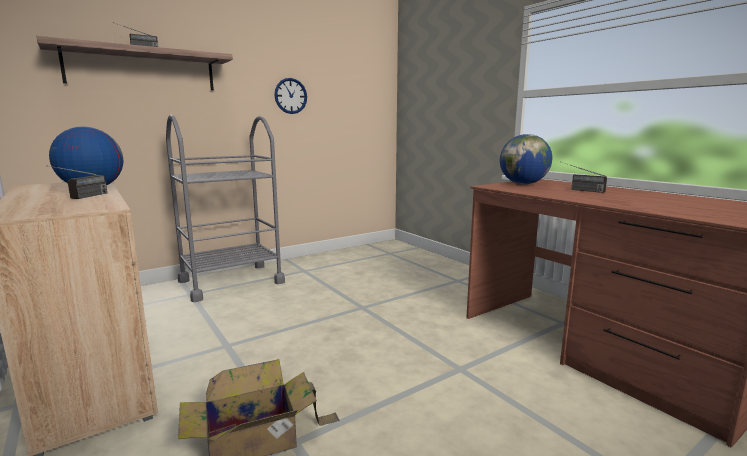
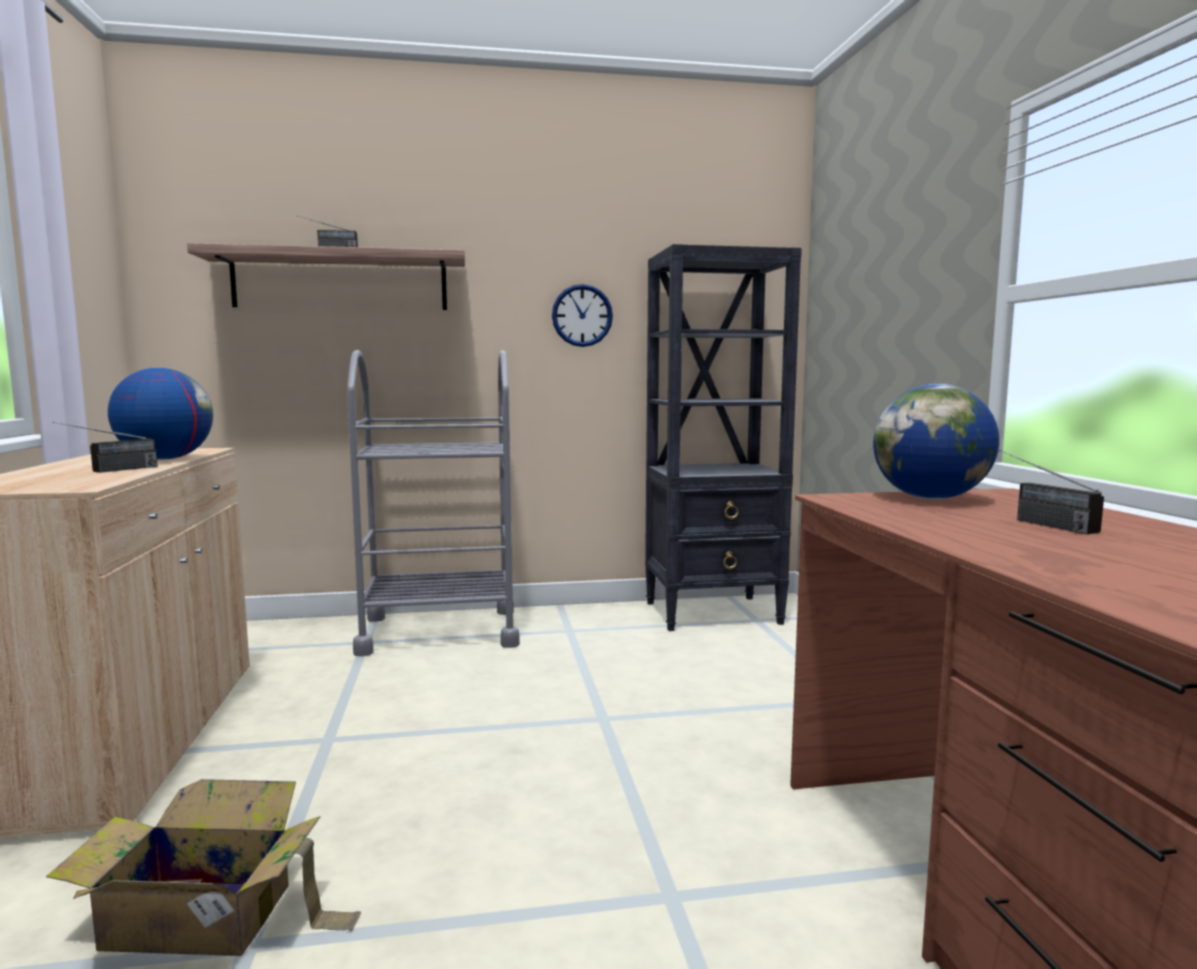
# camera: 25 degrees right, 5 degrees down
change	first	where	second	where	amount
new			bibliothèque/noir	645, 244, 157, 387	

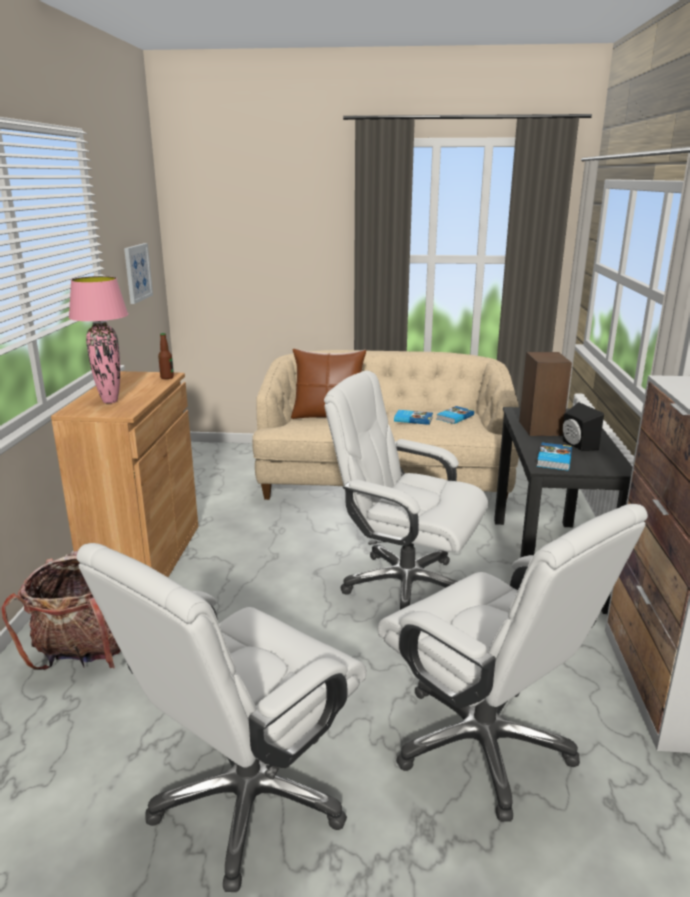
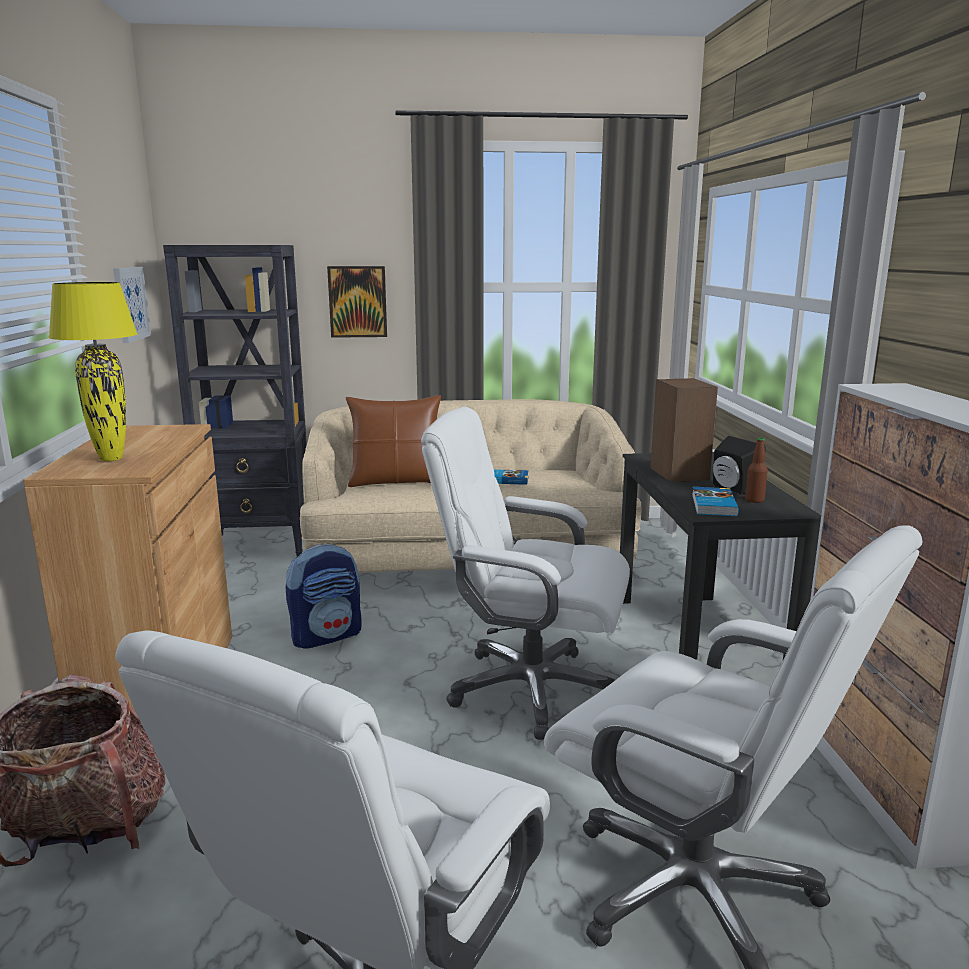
# camera: 10 degrees left, 5 degrees down
change	first	where	second	where	amount
repainted	lampe de table/rose	69, 276, 59, 127	lampe de table/jaune	48, 282, 89, 179	
shifted	bouteille	158, 333, 16, 46		745, 438, 23, 65	
gone	livre	436, 406, 38, 18			
new			bibliothèque/noir	163, 245, 144, 312	
new			sac à dos	286, 543, 76, 106	
new			tableau	327, 266, 60, 72	

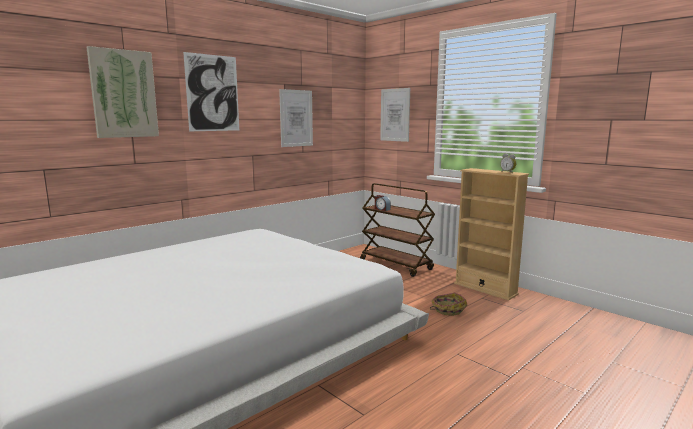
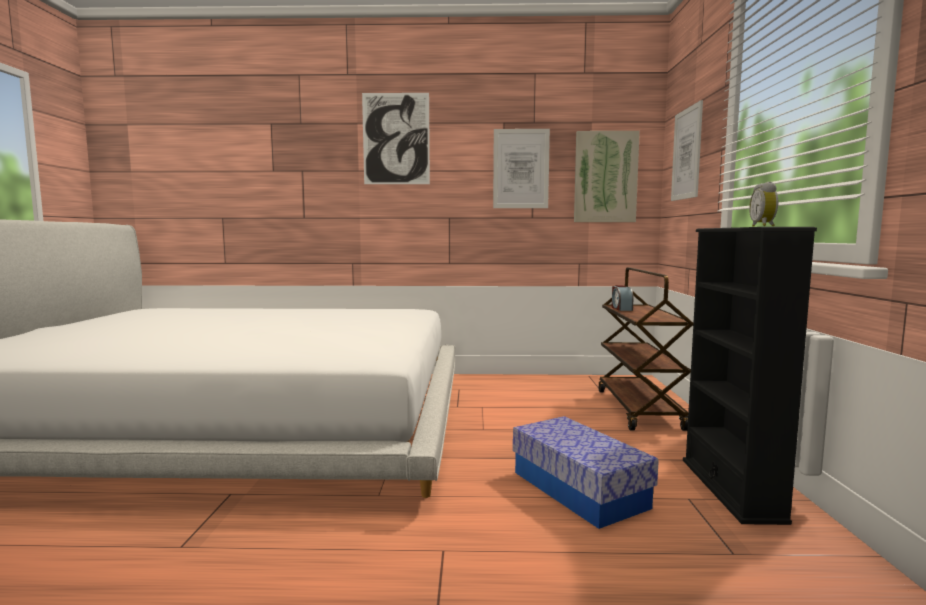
# camera: 45 degrees right, 5 degrees down
change	first	where	second	where	amount
shifted	tableau	87, 46, 72, 92		574, 131, 66, 91	
swapped	panier	430, 293, 37, 23	boîte de rangement	513, 416, 146, 113	
repainted	bibliothèque/beige	454, 168, 75, 132	bibliothèque/noir	683, 227, 134, 298	

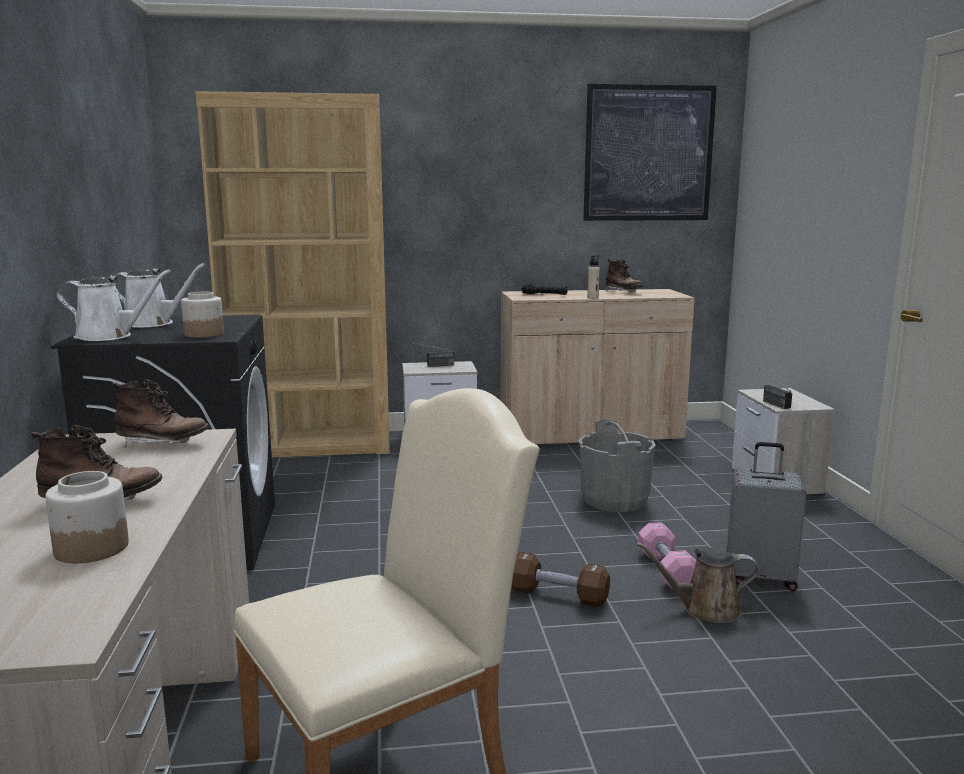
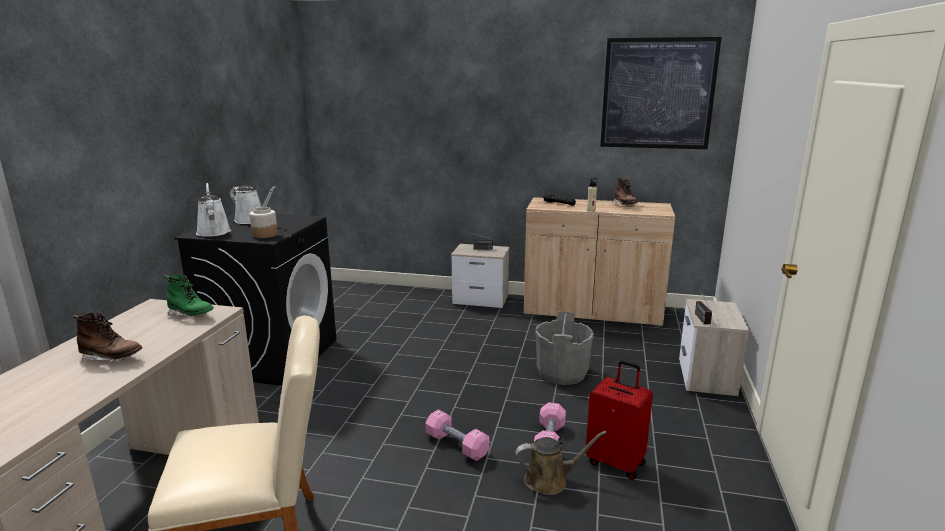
# camera: 20 degrees right, 5 degrees up
change	first	where	second	where	amount
gone	bocal	45, 471, 84, 92			
rotated	arrosoir/blanc	56, 269, 115, 72		196, 183, 35, 54	135 degrees counterclockwise
repainted	botte/marron	112, 379, 97, 68	botte/vert	164, 274, 50, 44	
gone	bibliothèque/marron	196, 91, 194, 366			
repainted	haltère/marron	511, 552, 99, 55	haltère/rose	426, 409, 63, 52	
rotated	arrosoir/marron	636, 542, 123, 81		515, 431, 92, 64	150 degrees clockwise
repainted	valise/gris	727, 442, 79, 149	valise/rouge	586, 360, 67, 120	

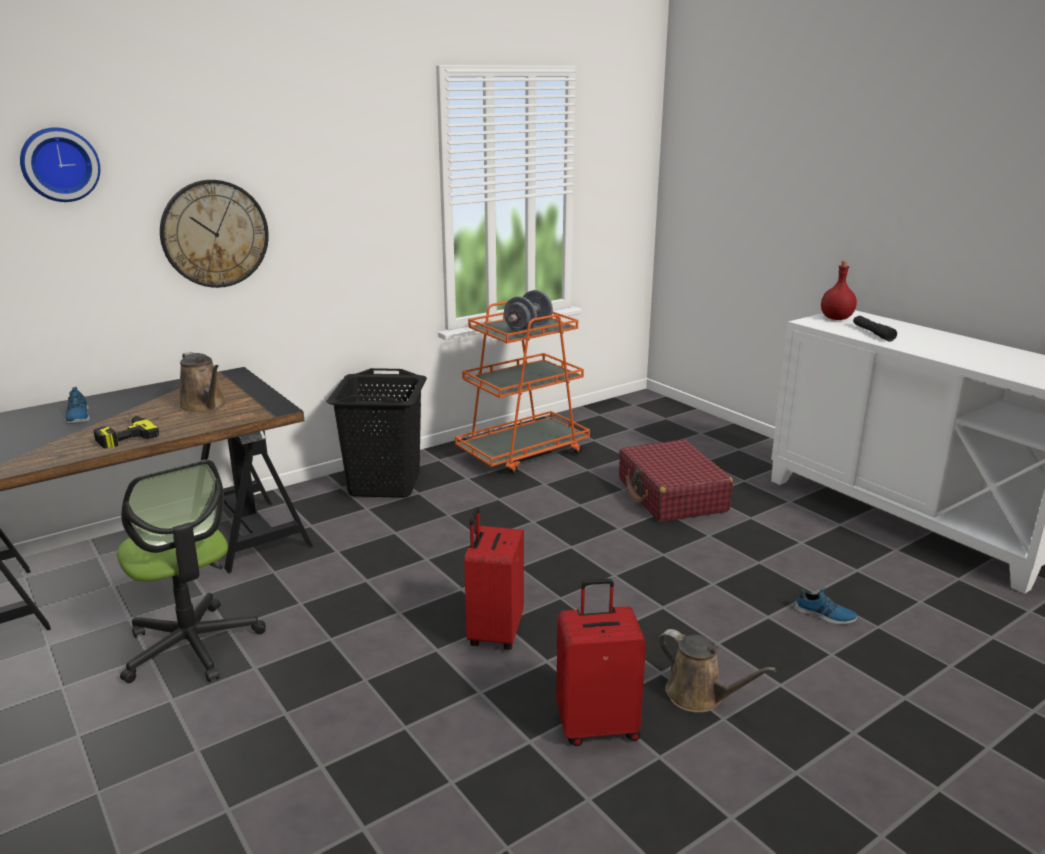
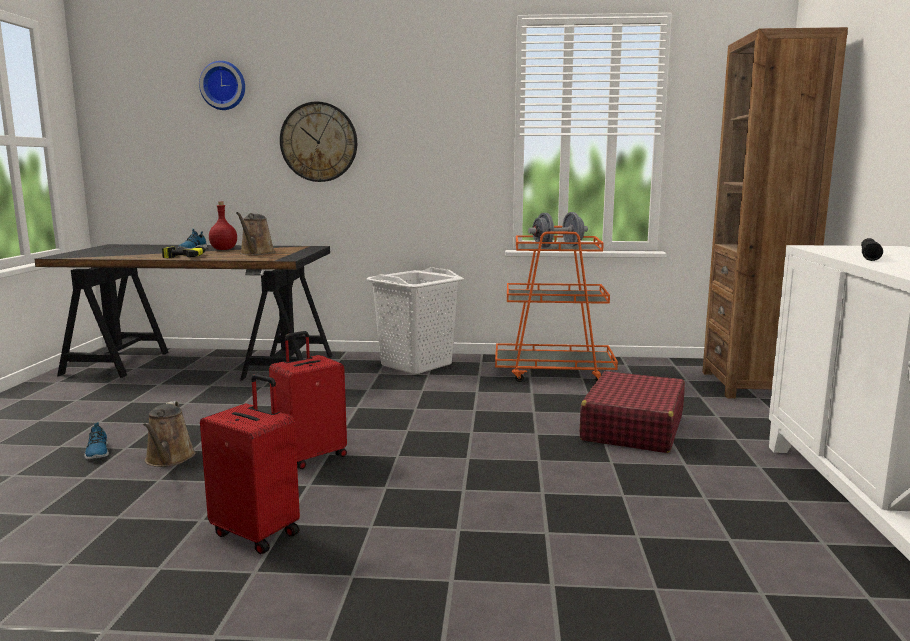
# camera: 40 degrees right, 10 degrees down
change	first	where	second	where	amount
gone	chaise de bureau	117, 460, 149, 223			
repainted	panier à linge/noir	326, 368, 101, 130	panier à linge/blanc	367, 267, 97, 107	
shifted	arrosoir/marron	658, 629, 118, 84		143, 401, 53, 66	
shifted	chaussure	795, 587, 63, 37		84, 422, 25, 37	
shifted	bouteille/rouge	821, 261, 36, 59		209, 201, 28, 49	
new			bibliothèque/marron	702, 27, 146, 372	

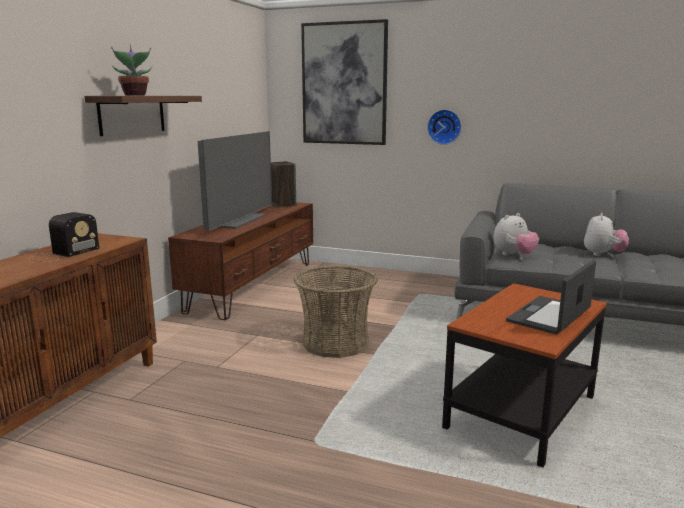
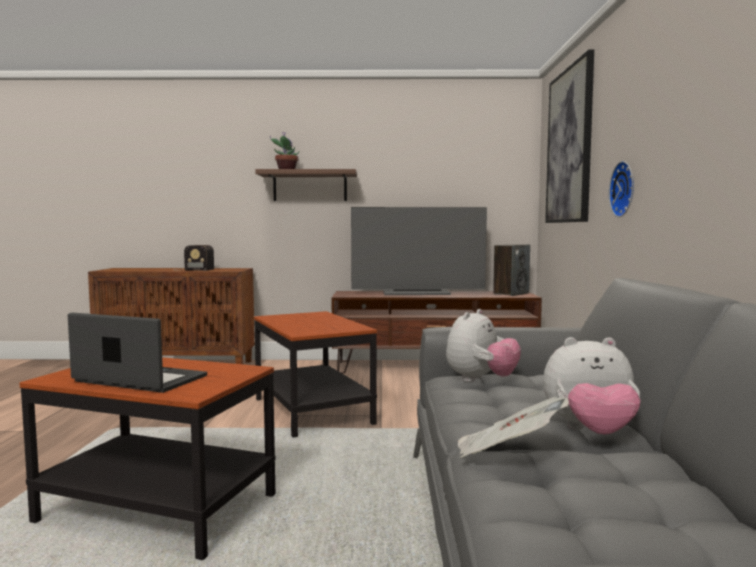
# camera: 70 degrees right, 10 degrees down
change	first	where	second	where	amount
swapped	panier	294, 265, 84, 93	table d'appoint	254, 311, 123, 127	
rotated	peluche	493, 213, 46, 43		446, 309, 75, 73	90 degrees counterclockwise
new			journal	458, 397, 111, 61	

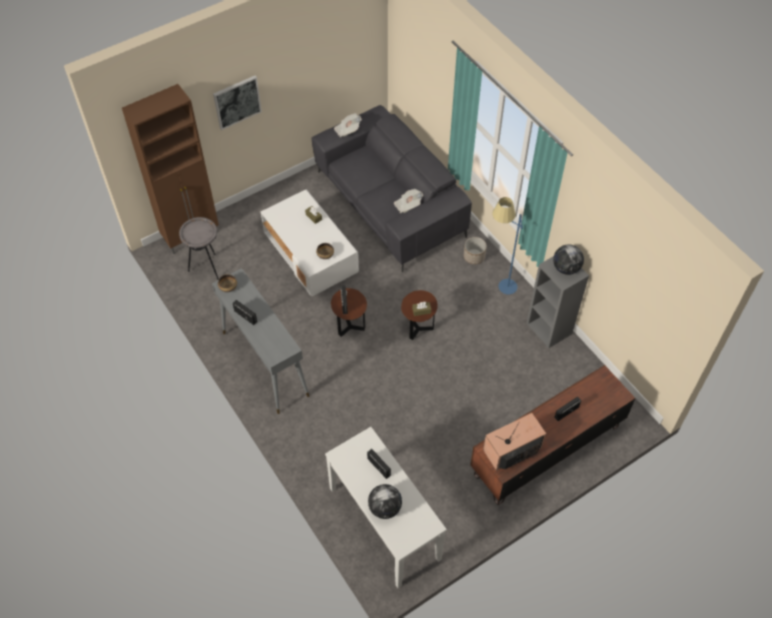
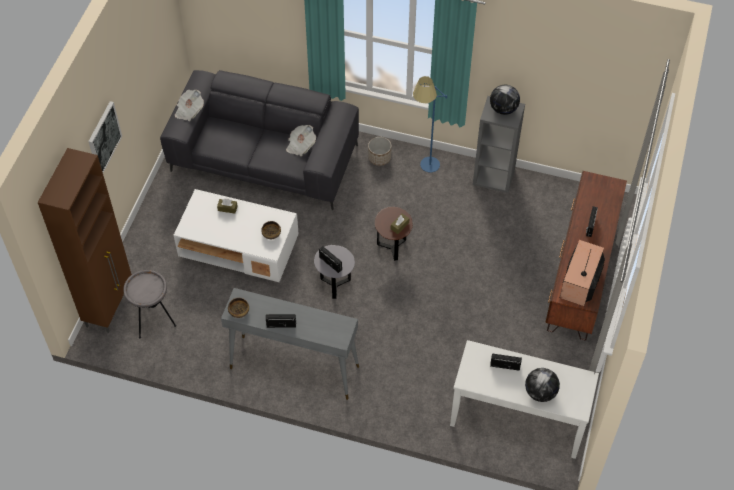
# camera: 40 degrees left, 0 degrees up
change	first	where	second	where	amount
repainted	table d'appoint/marron	331, 288, 36, 49	table d'appoint/gris	314, 245, 41, 54	

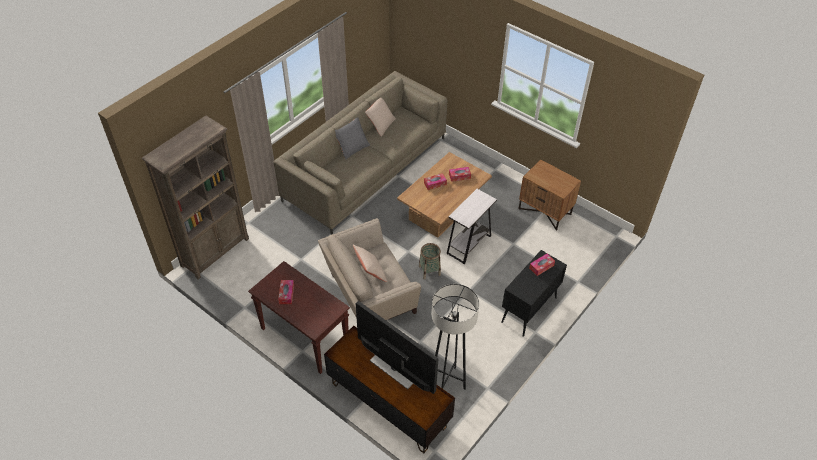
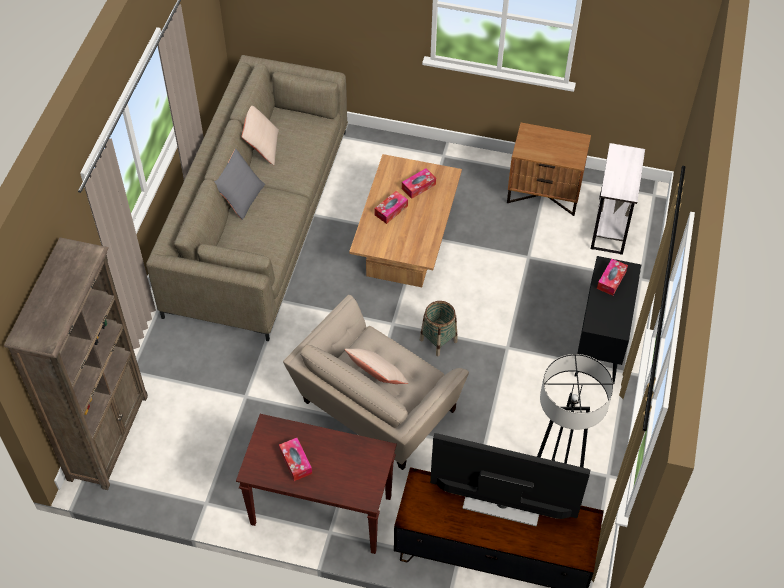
# camera: 25 degrees left, 5 degrees up
change	first	where	second	where	amount
shifted	table d'appoint/blanc	447, 189, 50, 75		591, 143, 54, 112	

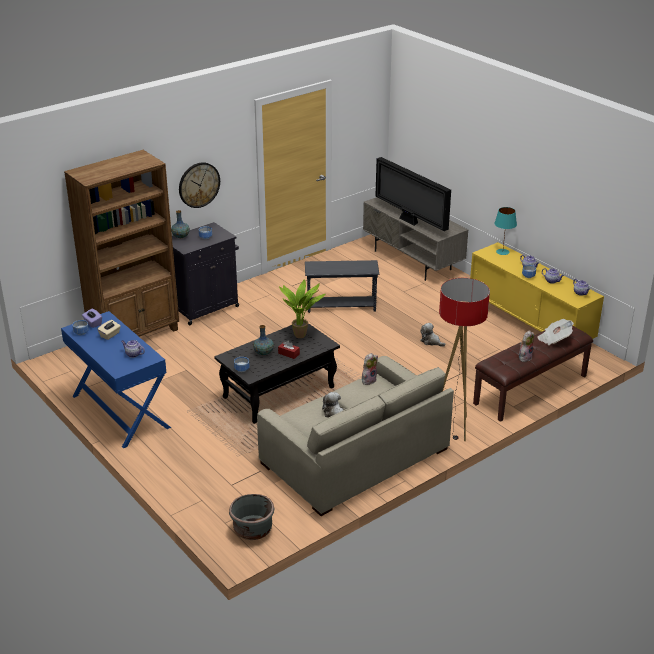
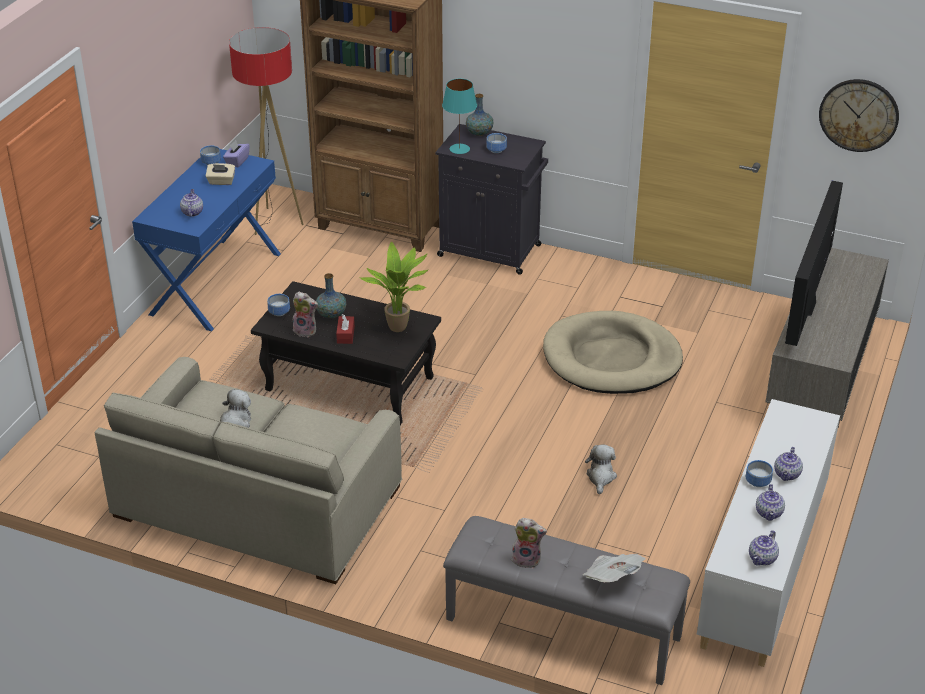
# camera: 60 degrees right, 5 degrees up
change	first	where	second	where	amount
shifted	horloge murale	179, 162, 41, 46		819, 79, 80, 73	
gone	cache-pot/gris	229, 494, 45, 46			
swapped	table d'appoint/gris	305, 260, 74, 53	panier pour chien/beige	543, 311, 140, 83	
shifted	peluche	362, 353, 16, 32		293, 292, 25, 45	
shifted	lampadaire	439, 278, 51, 163		229, 27, 74, 208	
repainted	meuble de rangement/jaune	470, 242, 134, 105	meuble de rangement/blanc	697, 399, 143, 268	
repainted	banc/marron	473, 326, 120, 96	banc/gris	443, 516, 247, 169	
shifted	lampe de table/turquoise	494, 207, 23, 48		442, 79, 35, 75	

